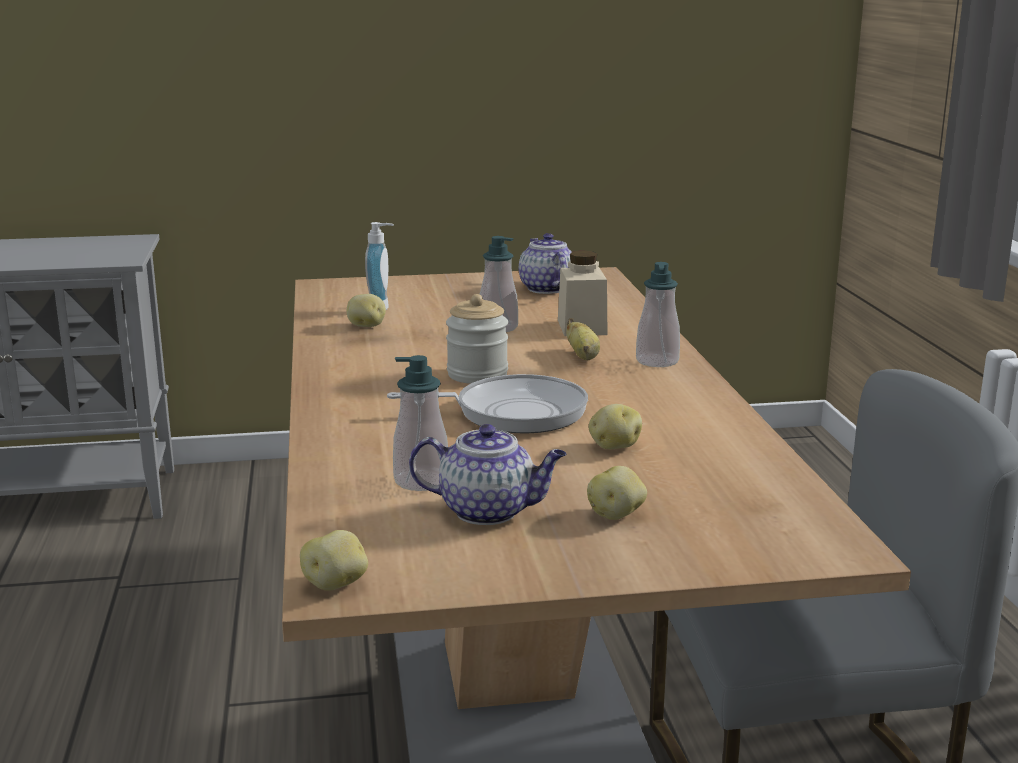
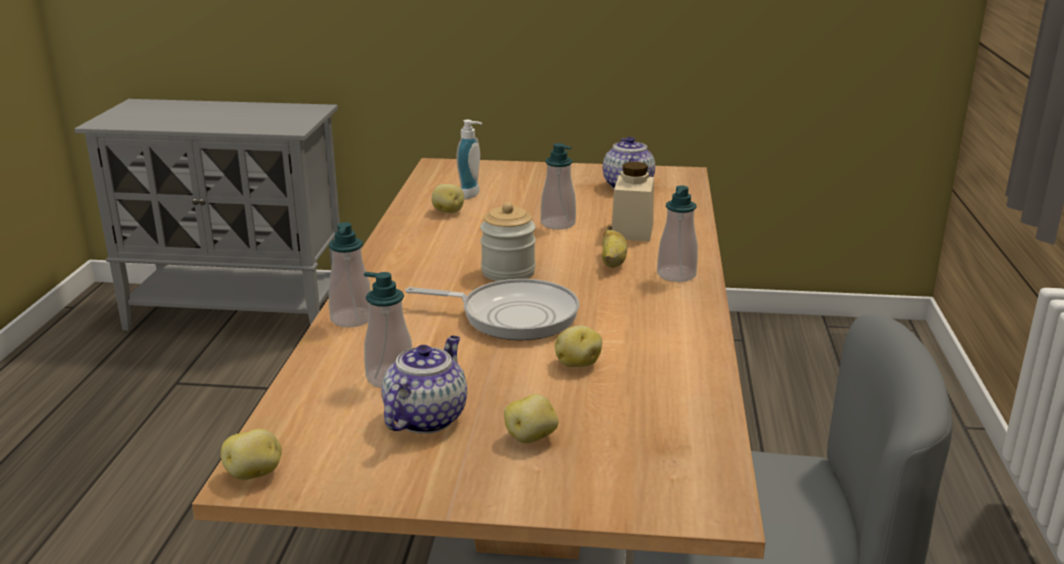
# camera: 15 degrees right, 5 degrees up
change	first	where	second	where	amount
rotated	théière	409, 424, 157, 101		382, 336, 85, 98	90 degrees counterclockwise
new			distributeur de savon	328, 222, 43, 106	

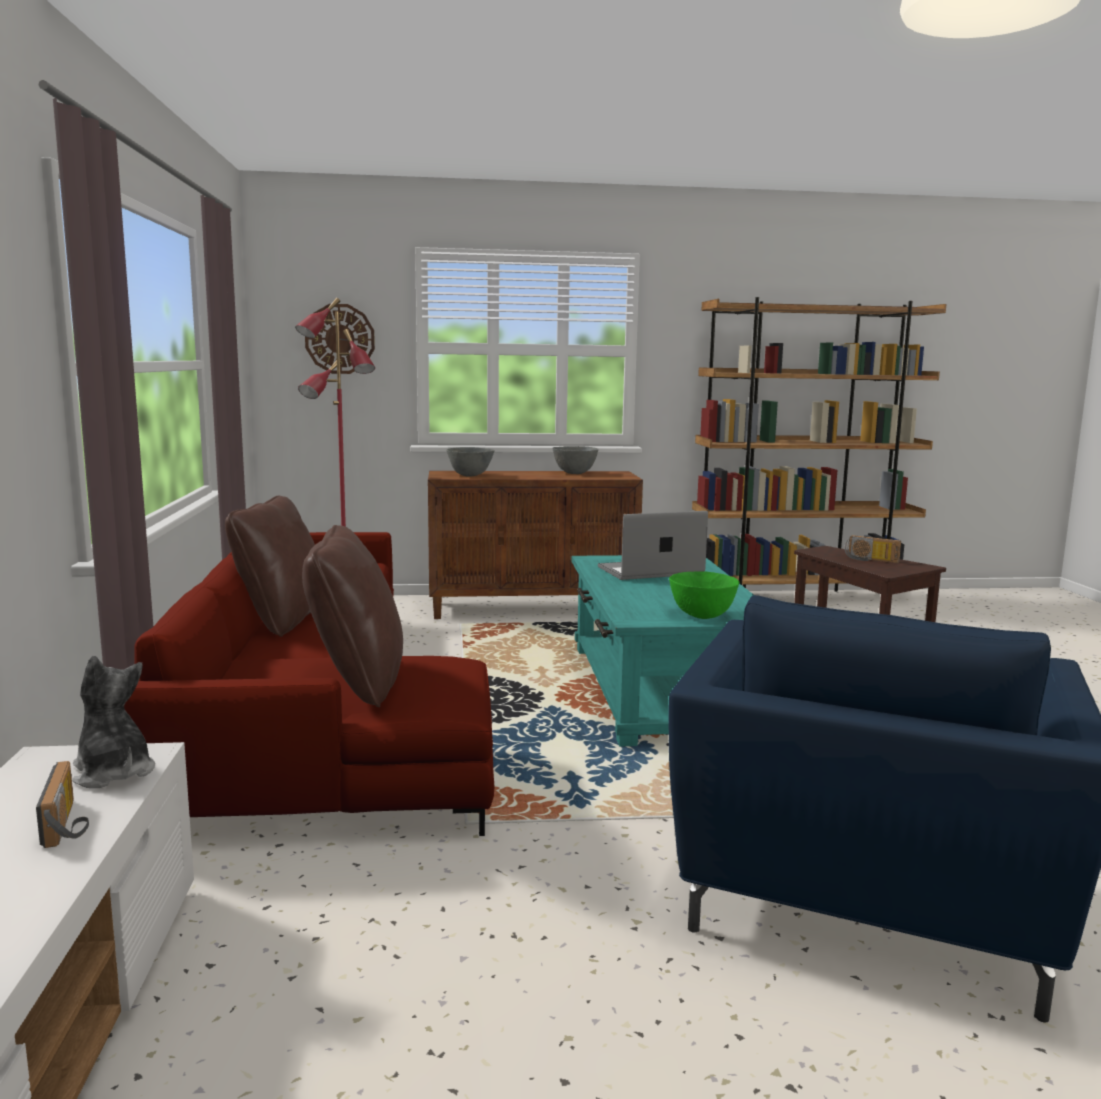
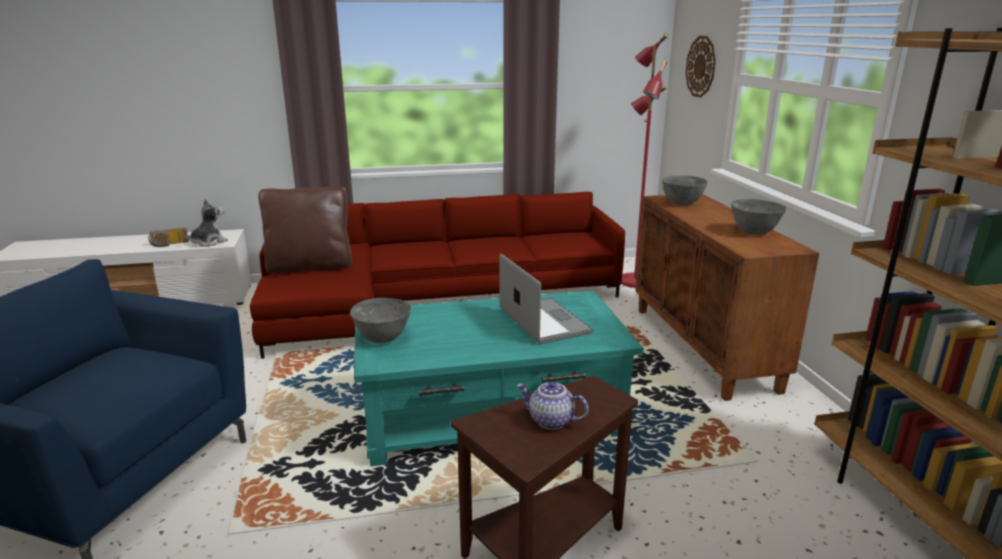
# camera: 85 degrees right, 10 degrees up
change	first	where	second	where	amount
gone	coussin/marron	225, 496, 90, 141			
repainted	bol/vert	669, 571, 70, 48	bol/gris	350, 298, 61, 45	
swapped	radio	845, 535, 56, 28	théière	517, 381, 72, 49	

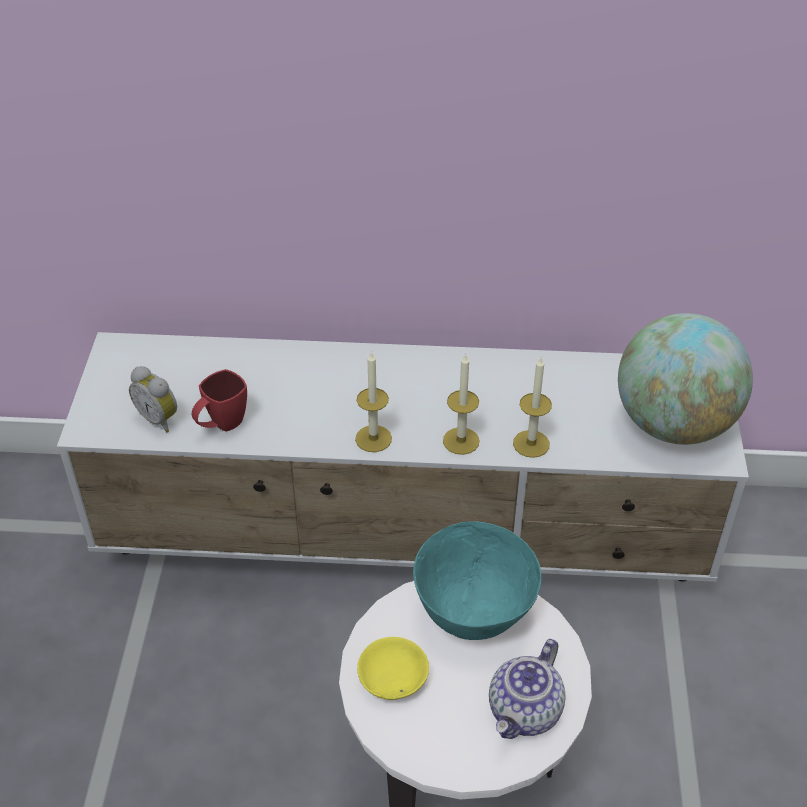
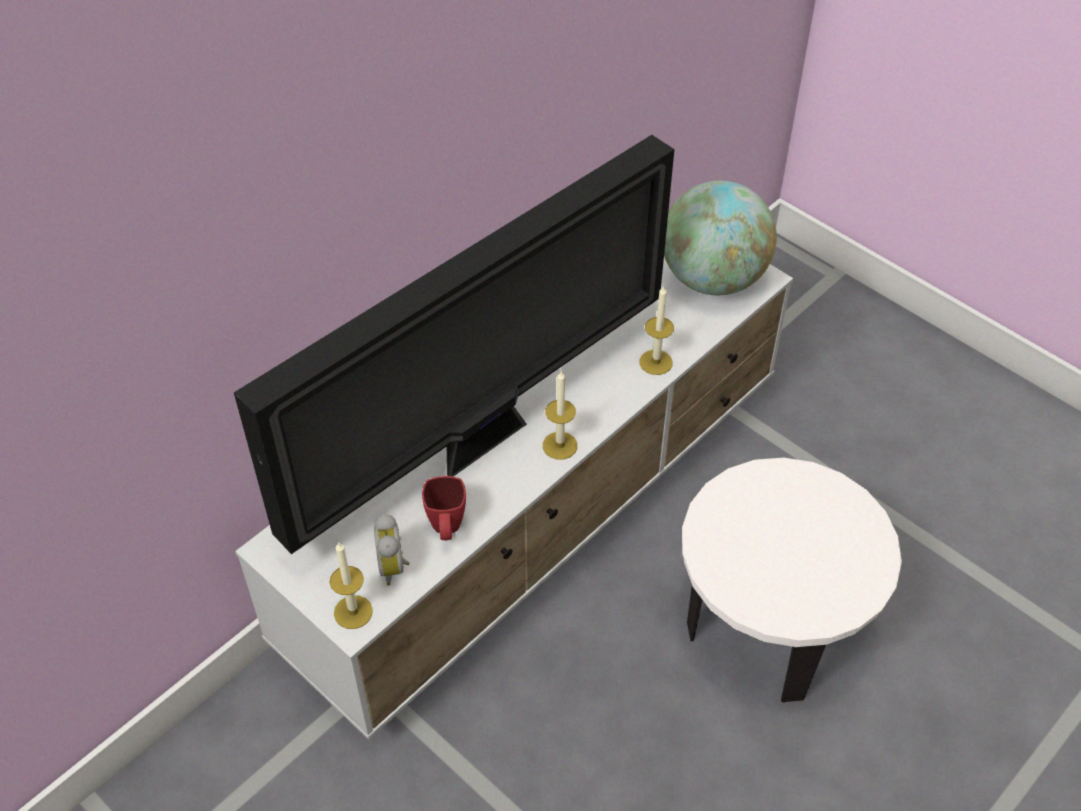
# camera: 50 degrees left, 5 degrees up
change	first	where	second	where	amount
rotated	réveil	129, 366, 48, 66		374, 514, 36, 72	90 degrees clockwise
gone	bol/jaune	357, 637, 72, 63			
gone	bol/turquoise	413, 521, 128, 119			
shifted	bougie	443, 353, 36, 102		330, 542, 43, 87	
gone	théière	489, 639, 76, 100			
new			téléviseur	234, 135, 440, 419	

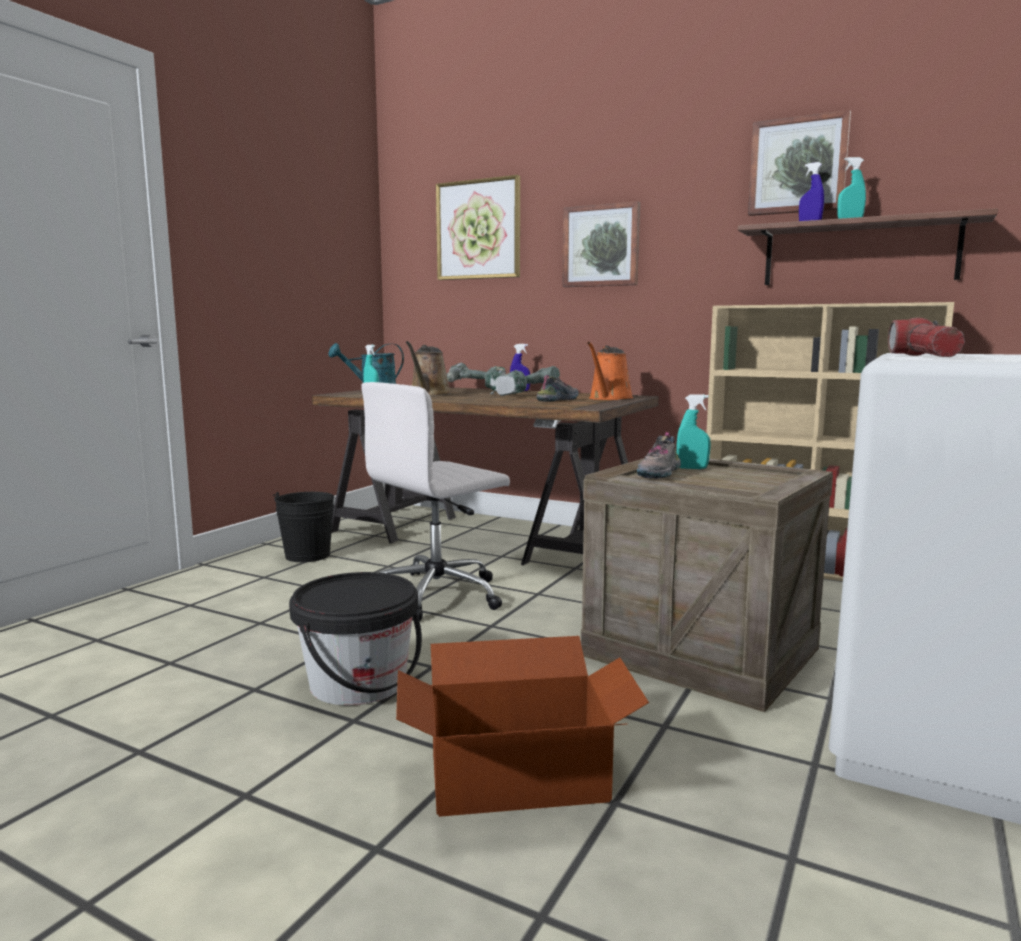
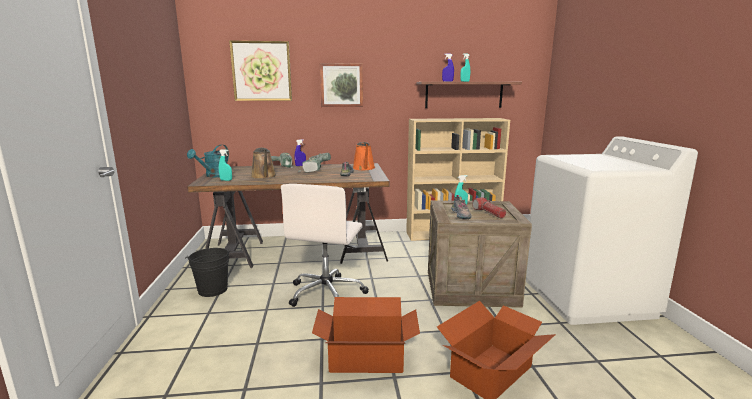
# camera: 35 degrees left, 5 degrees up
change	first	where	second	where	amount
swapped	seau/noir	289, 572, 133, 133	carton	312, 297, 108, 76	
gone	tableau	748, 110, 103, 106			
shifted	lampe de poche	888, 317, 77, 40		472, 197, 34, 21	

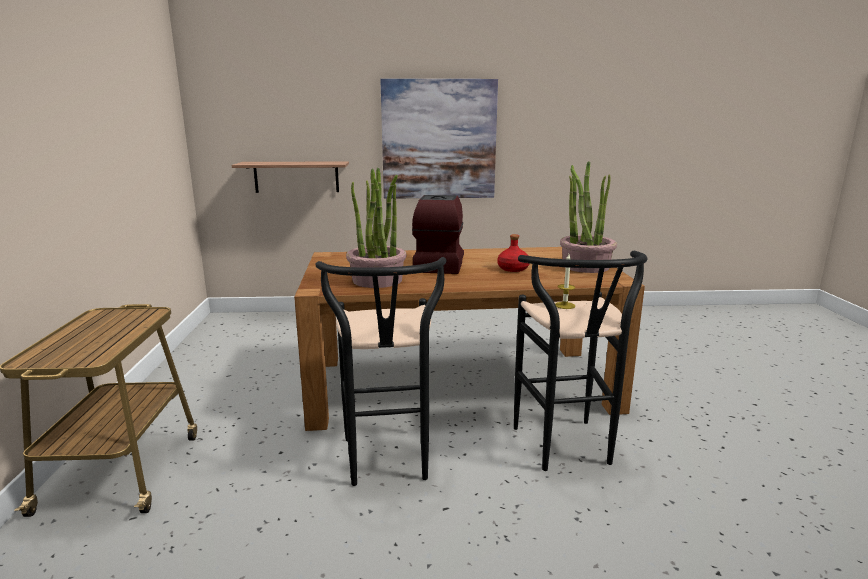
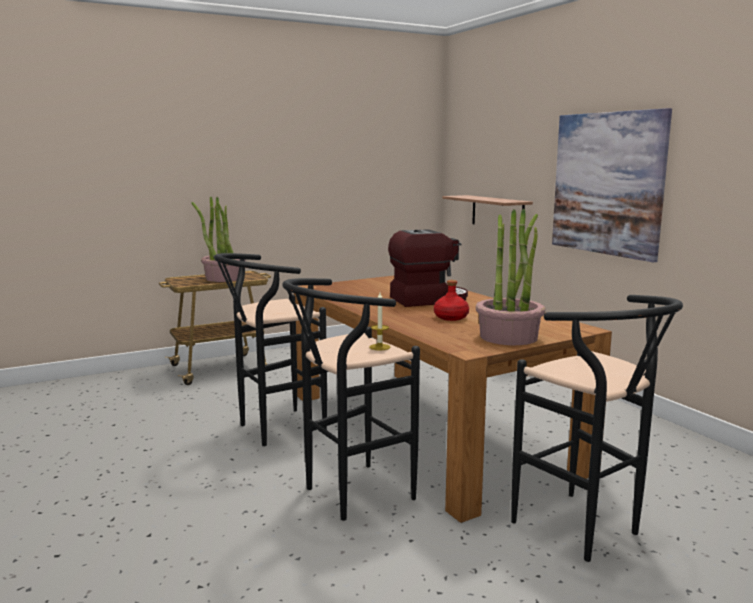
# camera: 65 degrees right, 5 degrees down
change	first	where	second	where	amount
shifted	plante en pot	346, 168, 61, 120		191, 197, 55, 85	
new			tabouret/noir	511, 295, 172, 267	

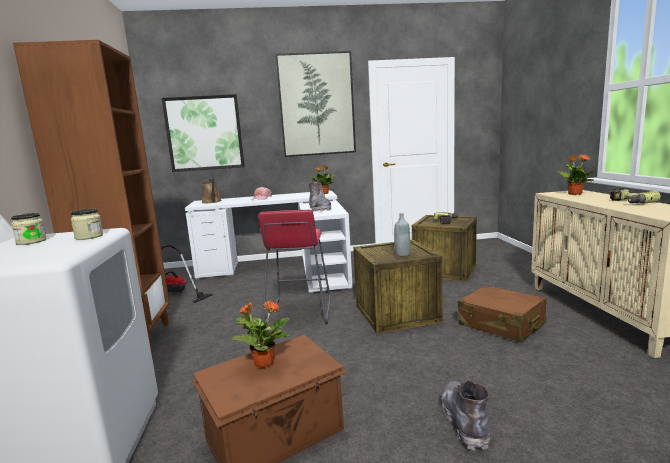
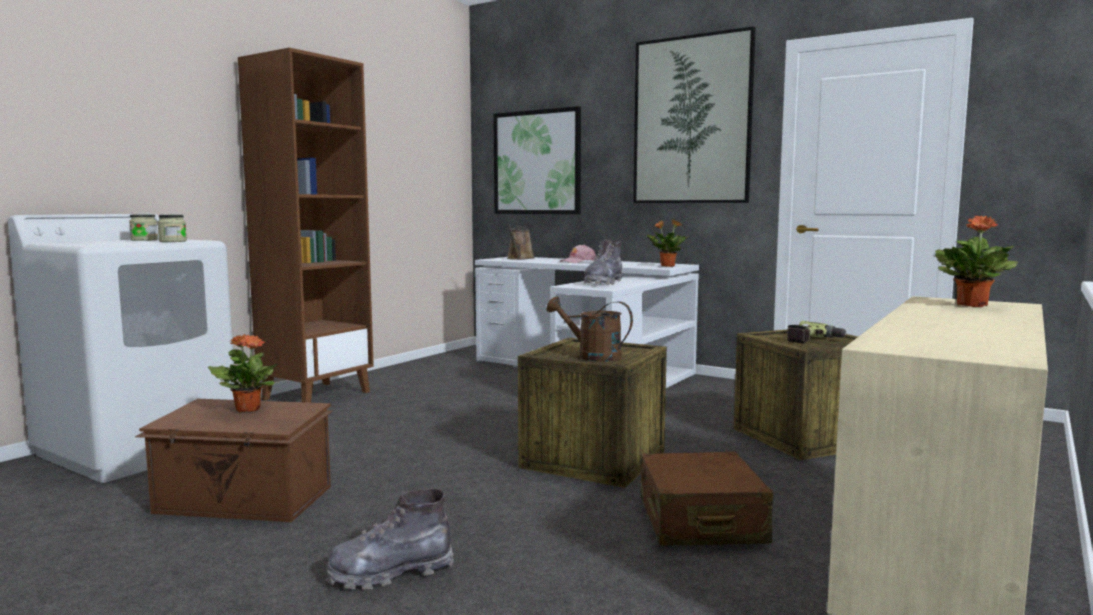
# camera: 40 degrees right, 5 degrees down
change	first	where	second	where	amount
gone	aspirateur	161, 245, 52, 58			
gone	tabouret/rouge	258, 210, 73, 115			
swapped	bouteille/gris	394, 213, 16, 43	arrosoir/marron	546, 296, 87, 66	
rotated	botte/gris	442, 380, 48, 71		327, 489, 127, 101	150 degrees counterclockwise
gone	perceuse	610, 188, 51, 16			

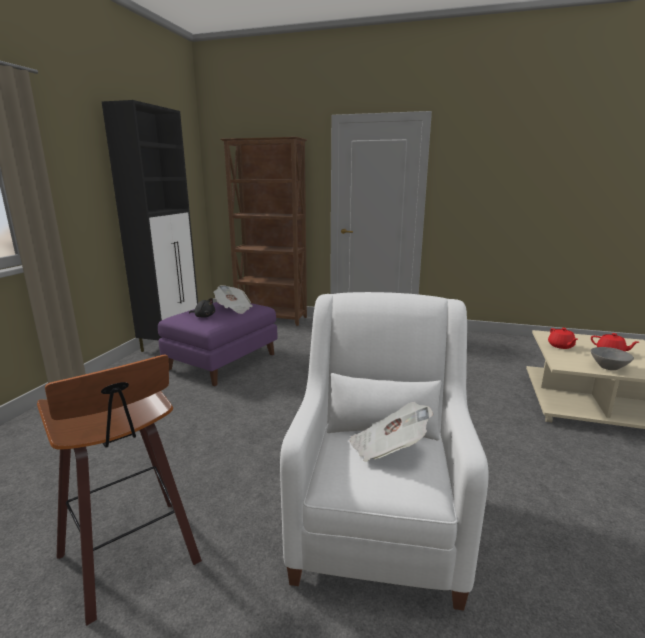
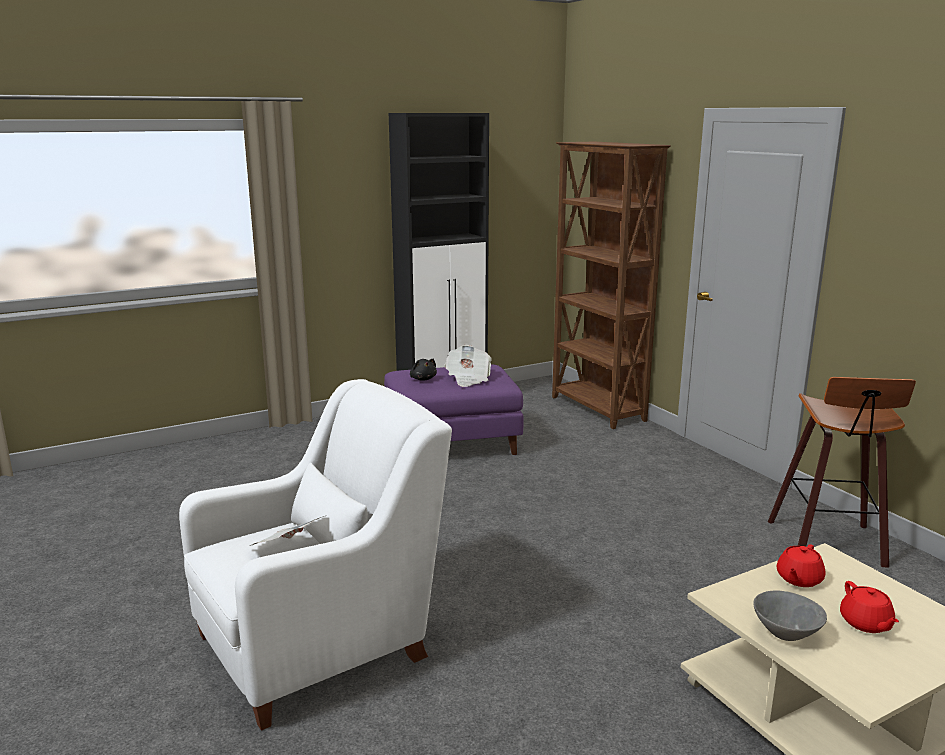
# camera: 45 degrees right, 0 degrees up
change	first	where	second	where	amount
shifted	tabouret	37, 355, 165, 271		768, 377, 148, 191	

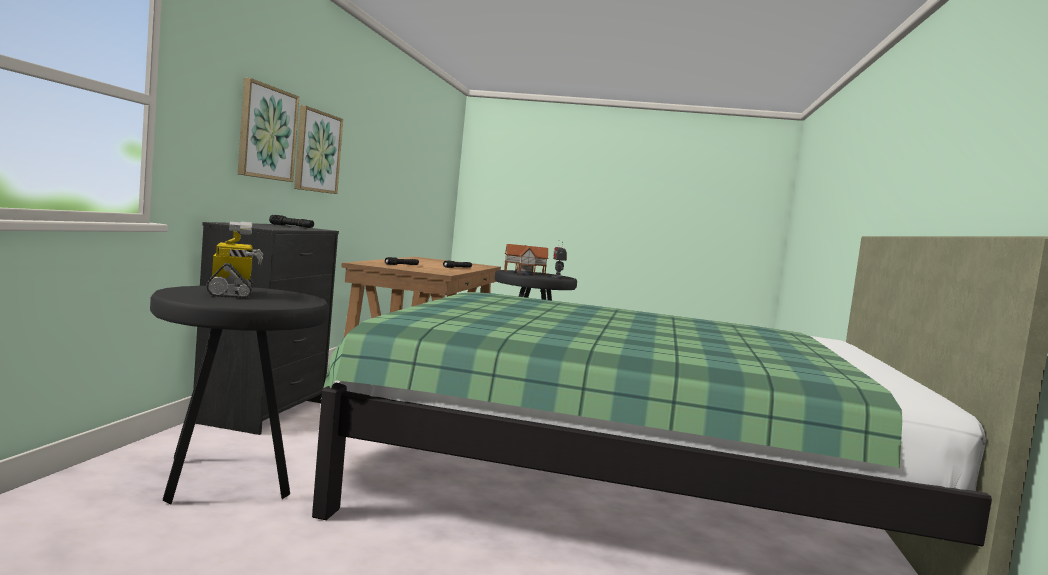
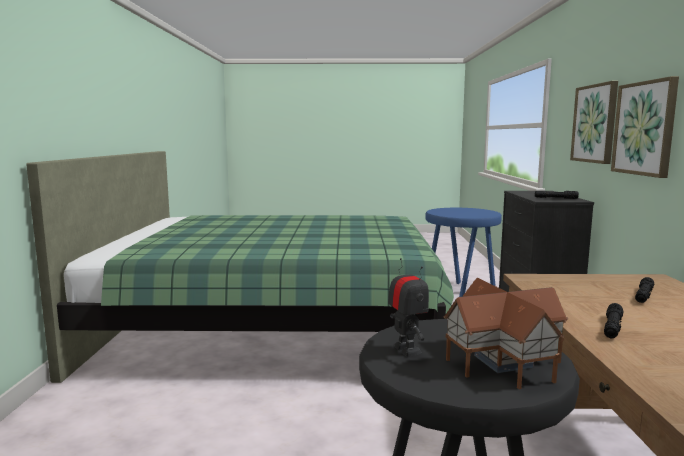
# camera: 170 degrees right, 5 degrees up
change	first	where	second	where	amount
repainted	tabouret/noir	150, 286, 179, 219	tabouret/bleu	425, 208, 77, 89	
gone	robot jouet	206, 221, 57, 77			

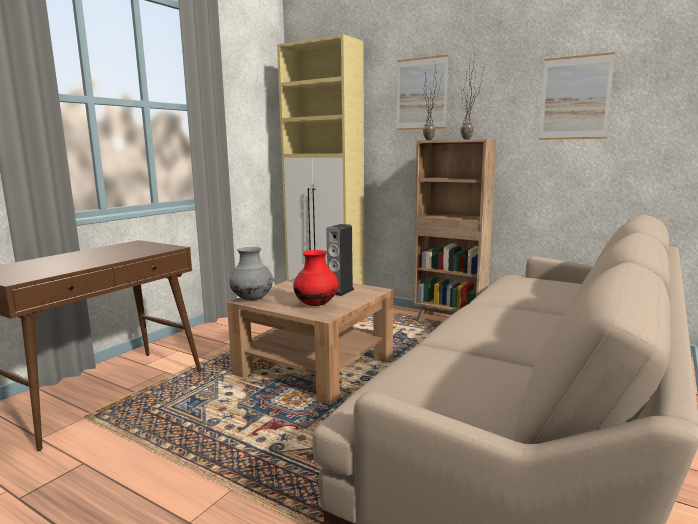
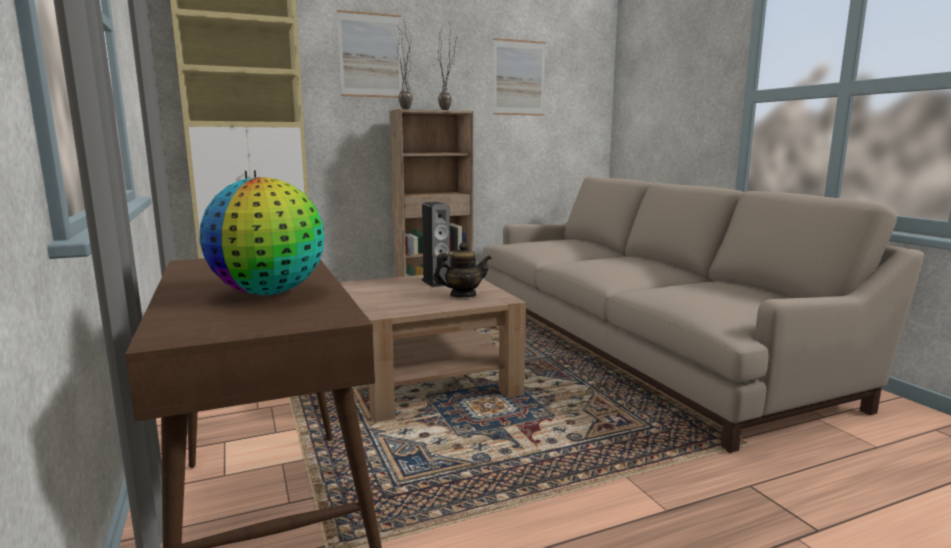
# camera: 55 degrees left, 0 degrees up
change	first	where	second	where	amount
gone	vase/gris	229, 247, 44, 54			
swapped	vase/rouge	293, 250, 46, 56	théière	433, 242, 59, 56	
new			globe	199, 177, 126, 118	

